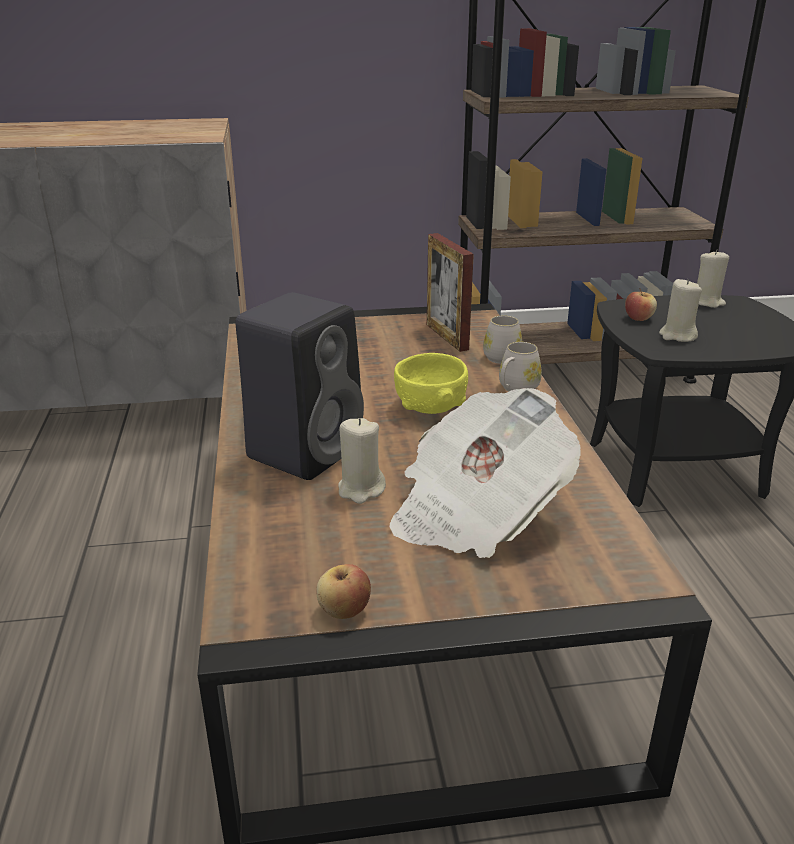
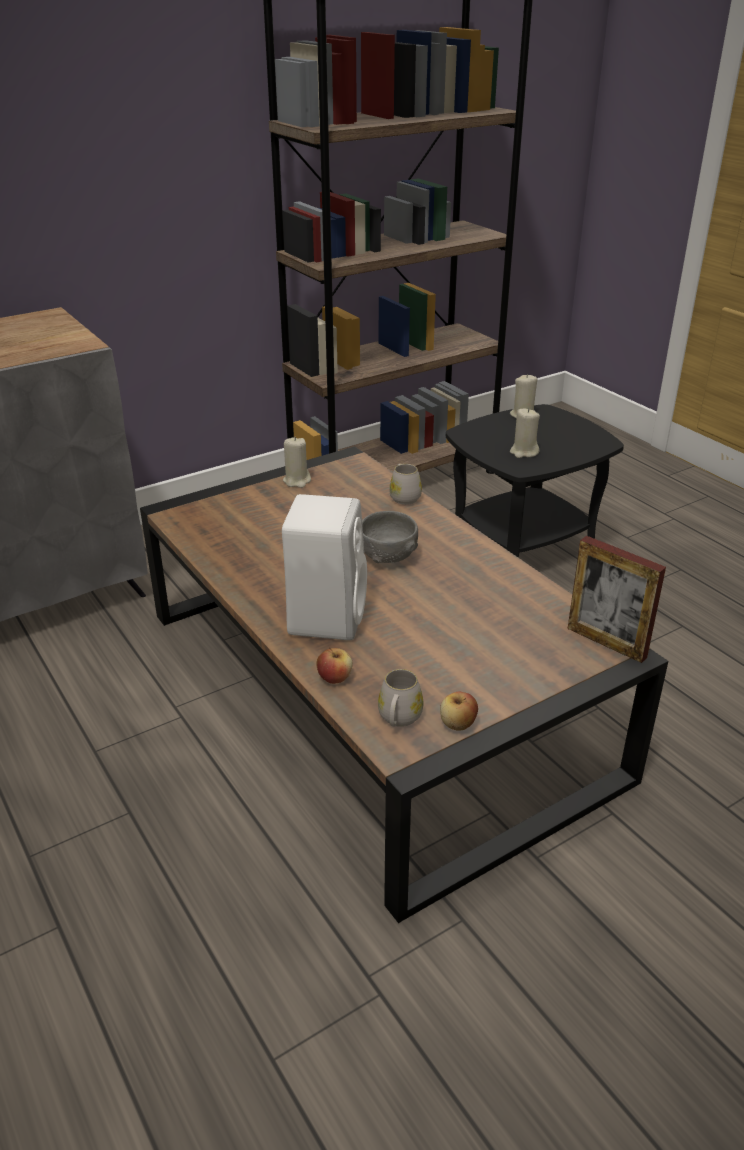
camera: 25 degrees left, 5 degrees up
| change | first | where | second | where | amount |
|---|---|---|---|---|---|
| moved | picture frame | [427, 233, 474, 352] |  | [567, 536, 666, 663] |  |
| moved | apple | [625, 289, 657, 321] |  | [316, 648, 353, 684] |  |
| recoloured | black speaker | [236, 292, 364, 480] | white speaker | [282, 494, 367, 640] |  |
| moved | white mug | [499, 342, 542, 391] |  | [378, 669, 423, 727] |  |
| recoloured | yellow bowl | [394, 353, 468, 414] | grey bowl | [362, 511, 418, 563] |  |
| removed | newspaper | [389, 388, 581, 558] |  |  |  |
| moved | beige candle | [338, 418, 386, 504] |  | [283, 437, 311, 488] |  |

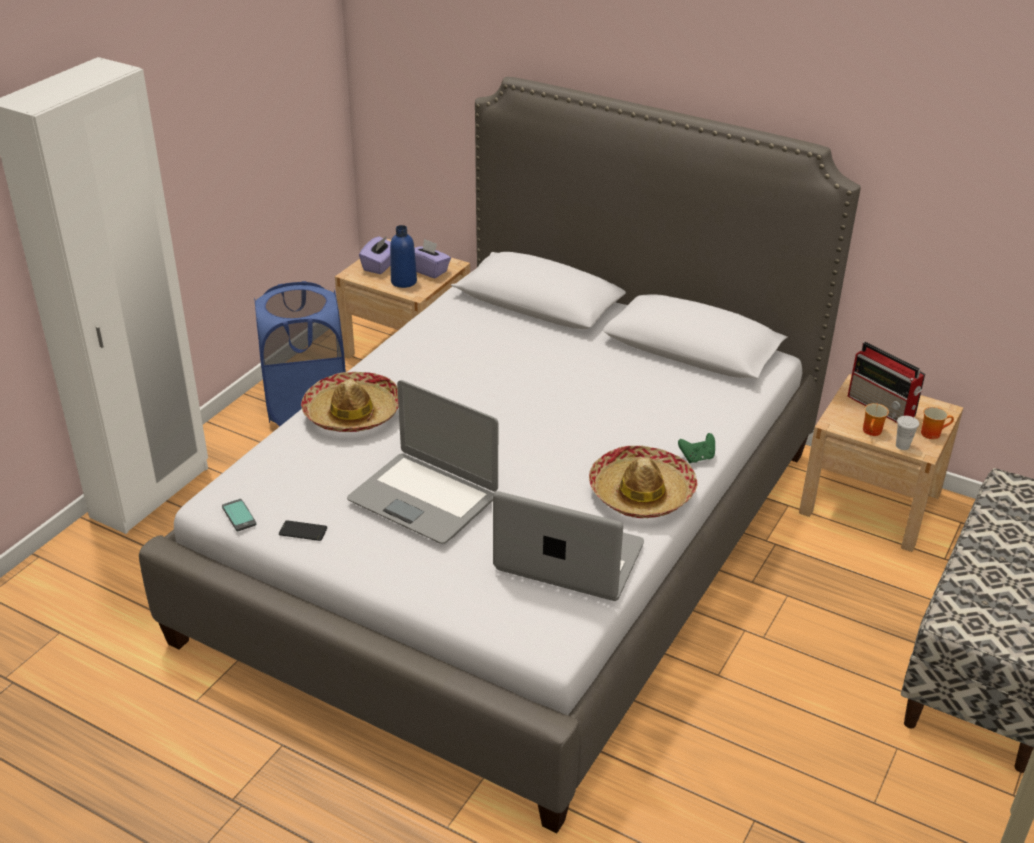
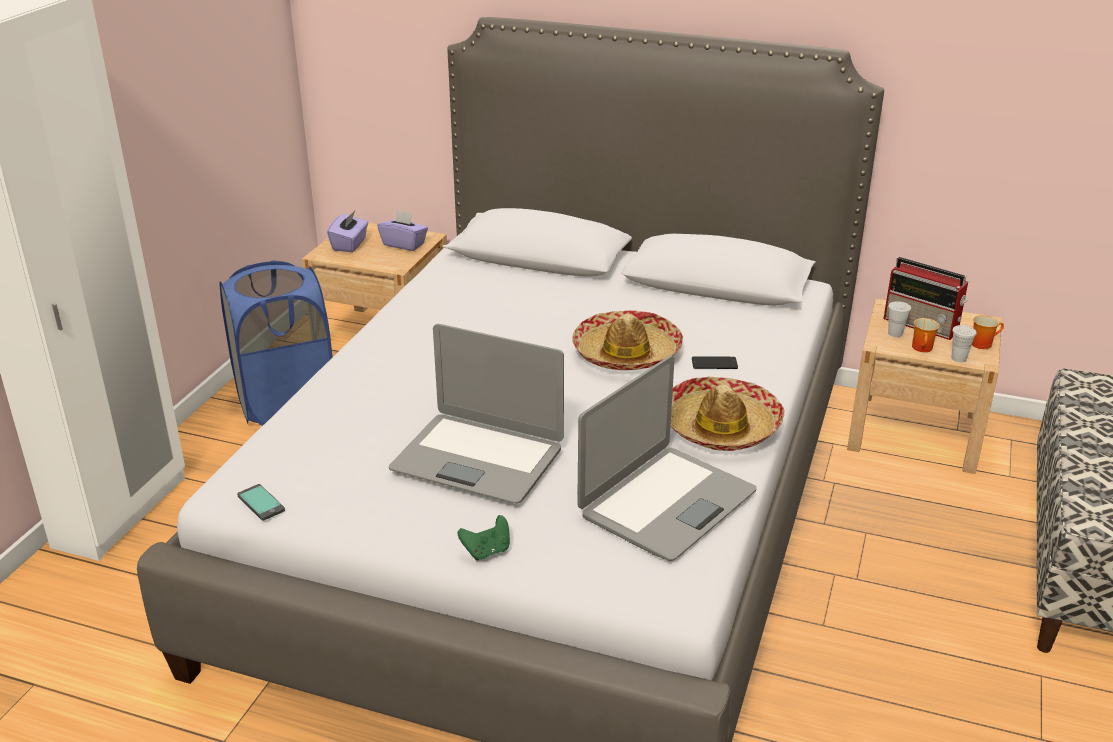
camera: 10 degrees left, 5 degrees down
| change | first | where | second | where | amount |
|---|---|---|---|---|---|
| removed | blue bottle | [390, 225, 417, 288] |  |  |  |
| moved | hat | [301, 372, 399, 432] |  | [572, 311, 683, 370] |  |
| moved | green game controller | [678, 433, 715, 463] |  | [457, 515, 510, 561] |  |
| turned | laptop | [493, 491, 644, 601] |  | [577, 356, 757, 561] | 120 degrees clockwise |
| moved | phone | [279, 520, 327, 541] |  | [692, 357, 738, 369] |  |
| added |  |  | white cup | [888, 301, 911, 337] |  |

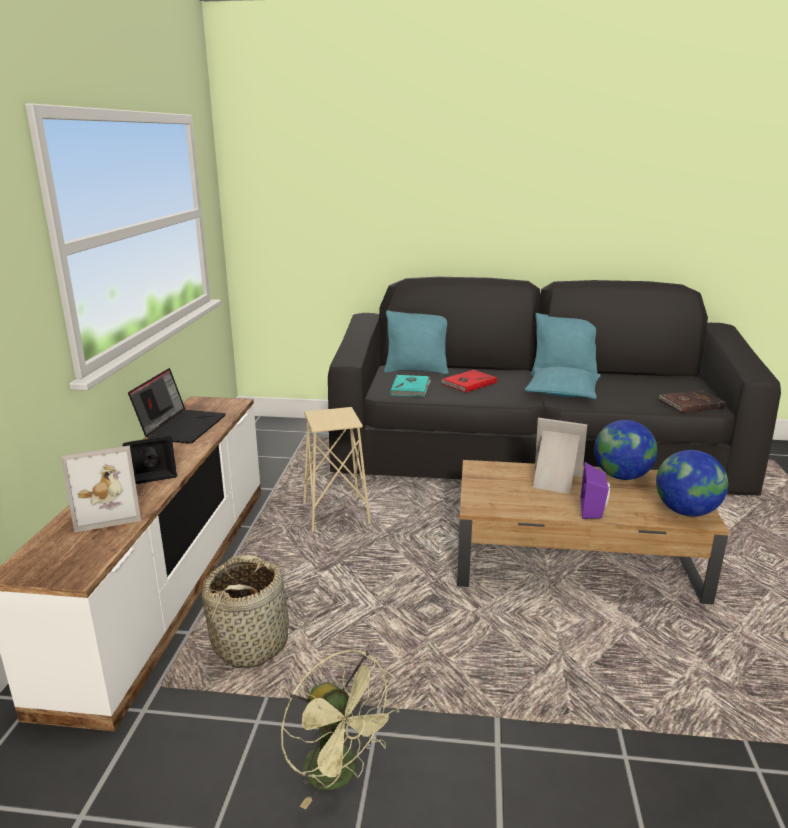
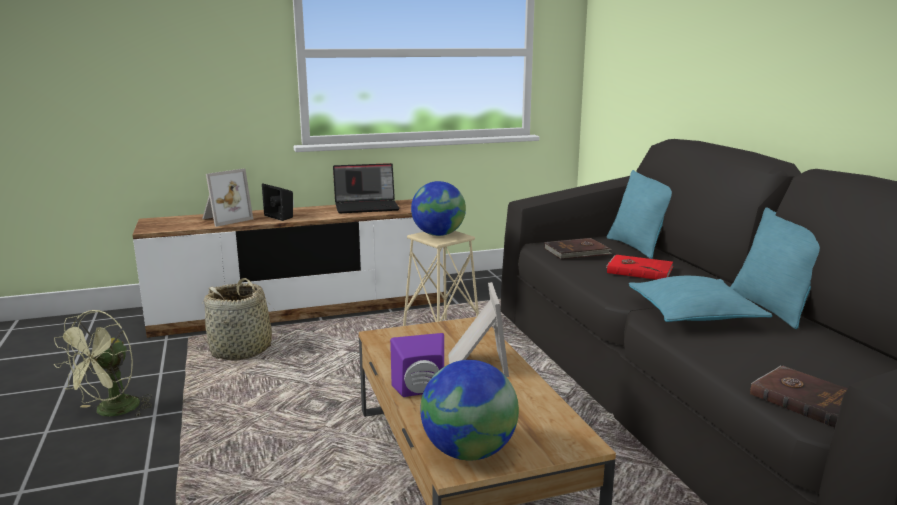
camera: 65 degrees right, 5 degrees down
| change | first | where | second | where | amount |
|---|---|---|---|---|---|
| recoloured | turquoise book | [390, 375, 431, 397] | brown book | [544, 238, 612, 259] |  |
| moved | globe | [594, 420, 657, 480] |  | [411, 181, 466, 236] |  |
| turned | picture frame | [61, 446, 141, 533] |  | [202, 168, 253, 227] | 90 degrees counterclockwise |

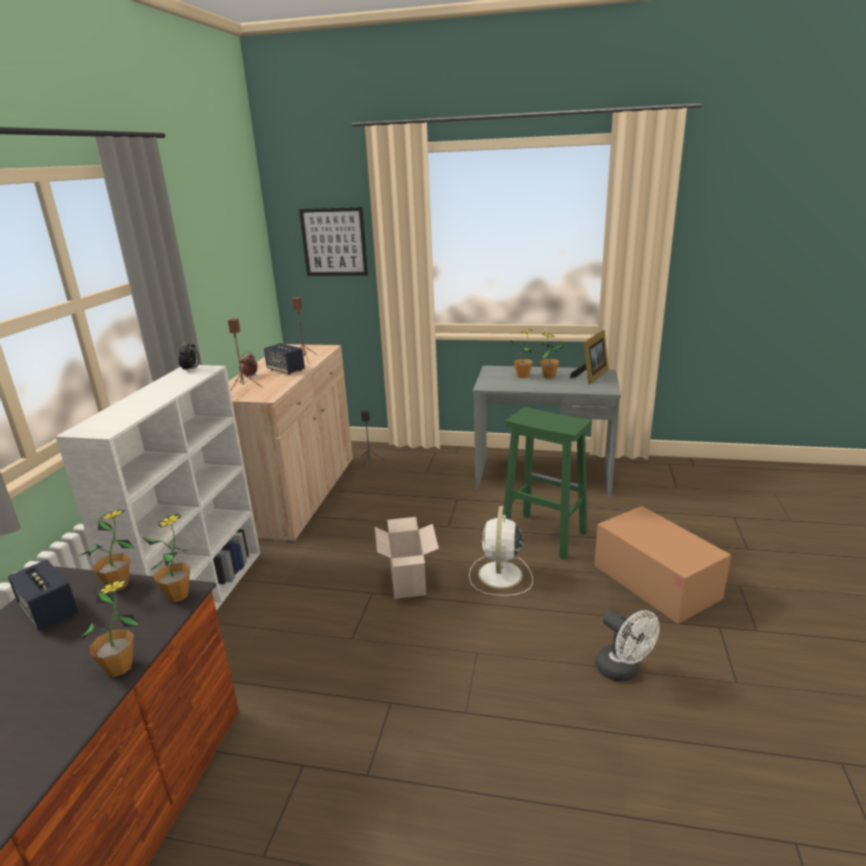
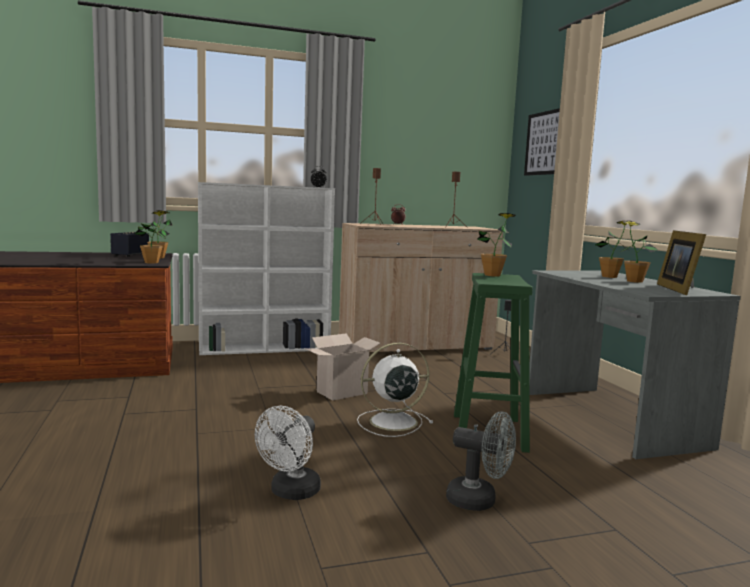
camera: 60 degrees right, 15 degrees down
| change | first | where | second | where | amount |
|---|---|---|---|---|---|
| turned | picture frame | [570, 330, 609, 384] |  | [657, 230, 706, 295] | 90 degrees clockwise |
| removed | speaker | [264, 343, 305, 375] |  |  |  |
| replaced | cardboard box | [594, 506, 731, 624] | grey fan | [446, 412, 516, 511] |  |
| moved | potted plant | [74, 580, 139, 677] |  | [477, 213, 515, 277] |  |

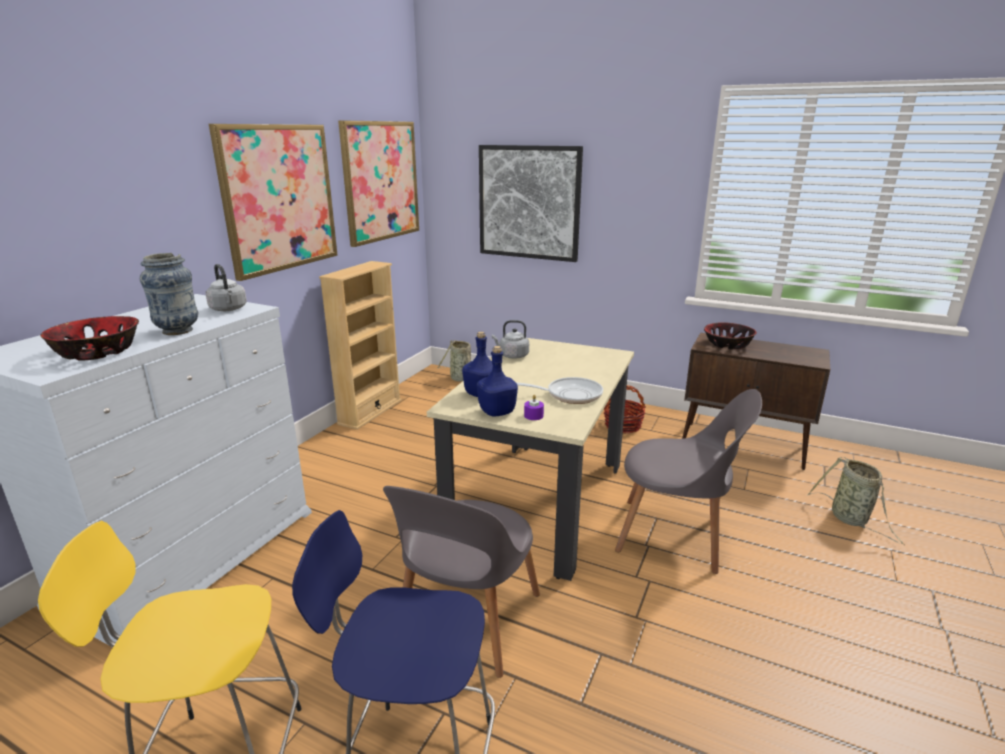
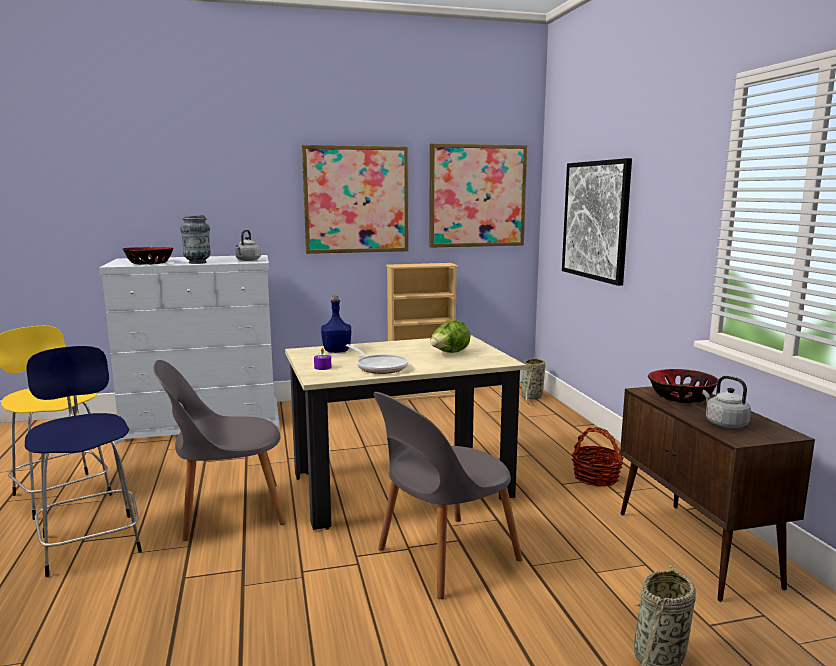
camera: 50 degrees right, 10 degrees down
| change | first | where | second | where | amount |
|---|---|---|---|---|---|
| moved | grey kettle | [492, 320, 529, 359] |  | [702, 376, 751, 428] |  |
| removed | blue bottle | [477, 346, 518, 416] |  |  |  |
| turned | grey chair | [615, 389, 762, 574] |  | [373, 392, 523, 599] | 75 degrees clockwise |
| added |  |  | lettuce | [430, 320, 470, 353] |  |

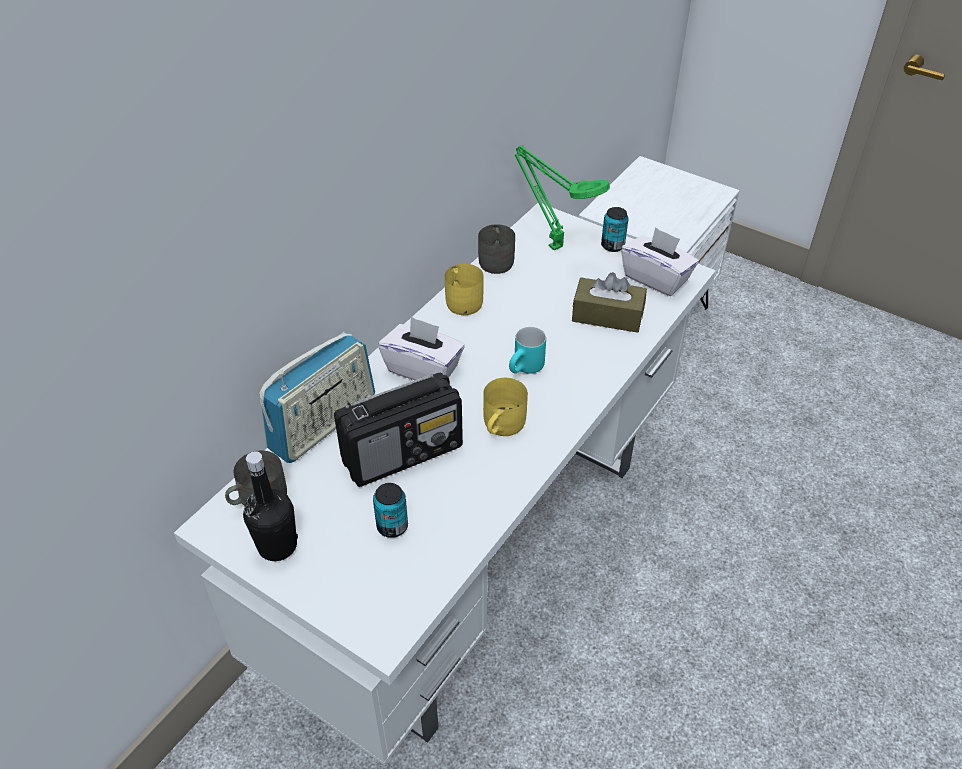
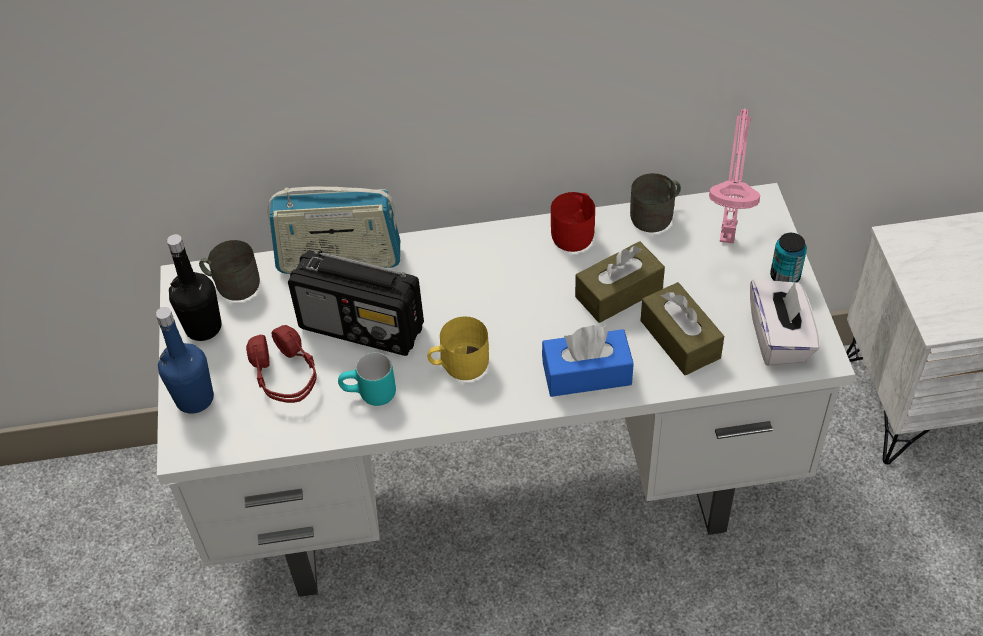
camera: 50 degrees right, 5 degrees up
| change | first | where | second | where | amount |
|---|---|---|---|---|---|
| recoloured | green table lamp | [515, 145, 610, 250] | pink table lamp | [709, 109, 760, 244] |  |
| recoloured | yellow mug | [445, 264, 484, 315] | red mug | [551, 192, 595, 252] |  |
| removed | white tissue box | [378, 316, 465, 380] |  |  |  |
| moved | turquoise mug | [509, 327, 546, 374] |  | [338, 352, 396, 406] |  |
| replaced | can | [373, 483, 408, 538] | red headphones | [246, 325, 317, 403] |  |
| added |  |  | brown tissue box | [575, 241, 665, 323] |  |
| added |  |  | blue bottle | [156, 307, 214, 413] |  |
| added |  |  | blue tissue box | [542, 325, 634, 397] |  |

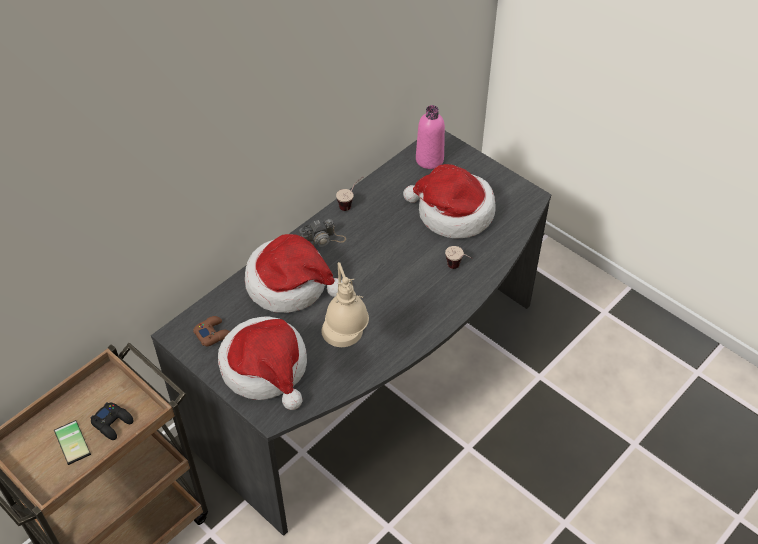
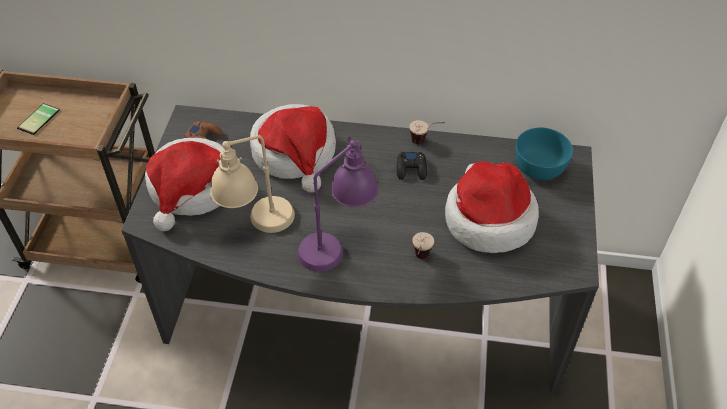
camera: 55 degrees right, 0 degrees up
| change | first | where | second | where | amount |
|---|---|---|---|---|---|
| replaced | pink bottle | [416, 105, 445, 169] | turquoise bowl | [515, 127, 573, 180] |  |
| removed | photo camera | [299, 219, 346, 247] |  |  |  |
| moved | black game controller | [91, 402, 133, 440] |  | [397, 152, 427, 180] |  |
| added |  |  | purple table lamp | [297, 136, 378, 272] |  |

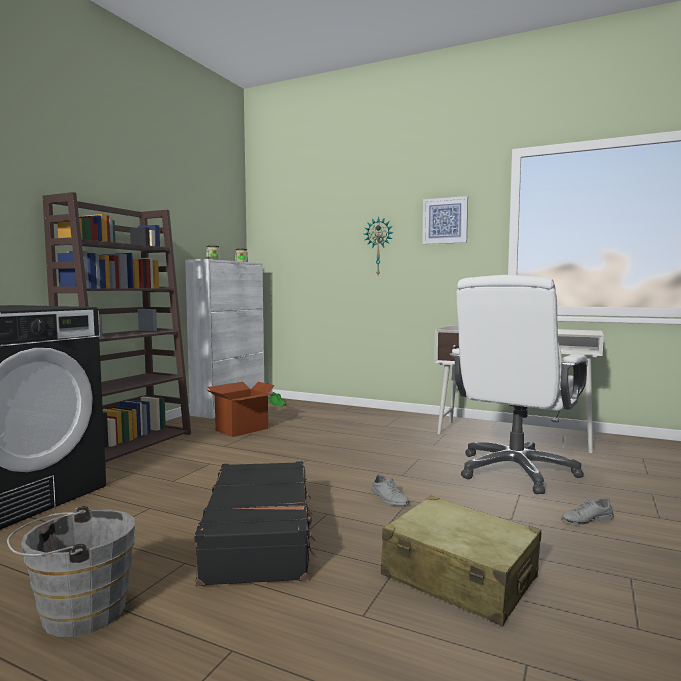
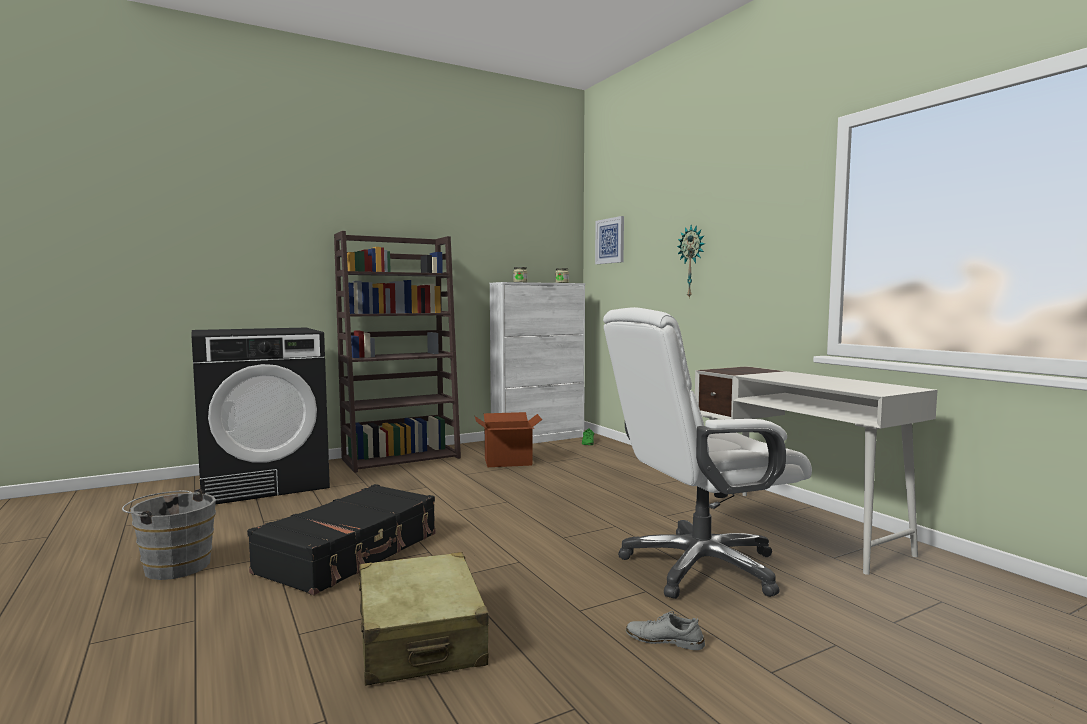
camera: 35 degrees right, 0 degrees up
| change | first | where | second | where | amount |
|---|---|---|---|---|---|
| moved | picture | [422, 196, 468, 244] |  | [595, 216, 624, 264] |  |
| removed | grey shoe | [372, 473, 409, 506] |  |  |  |

